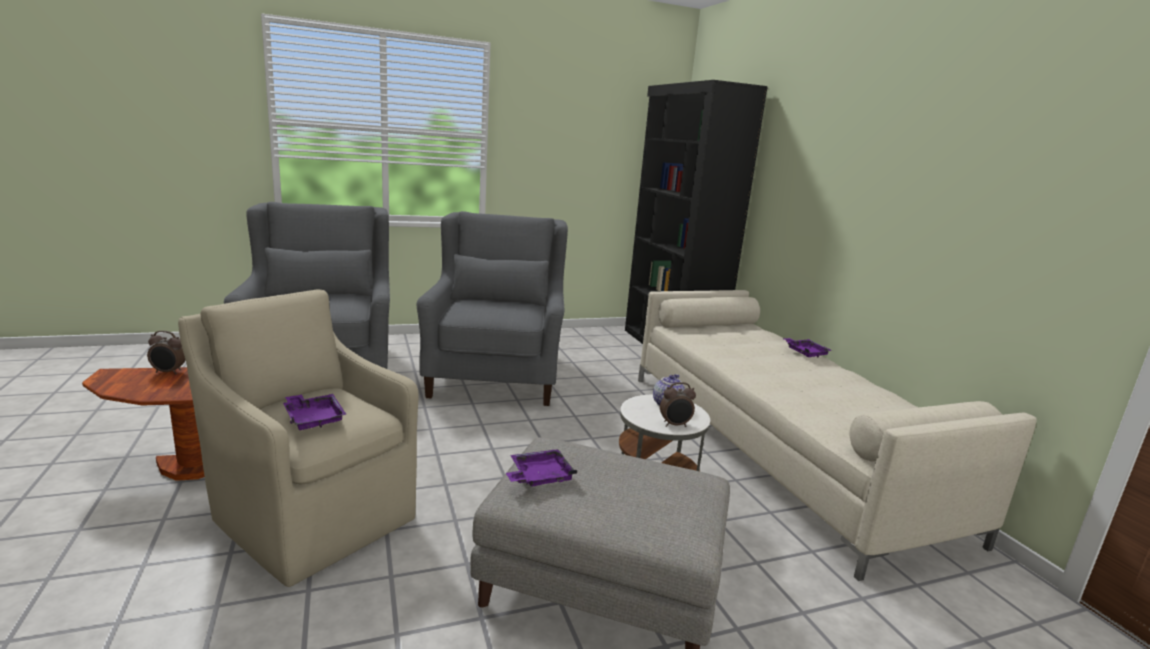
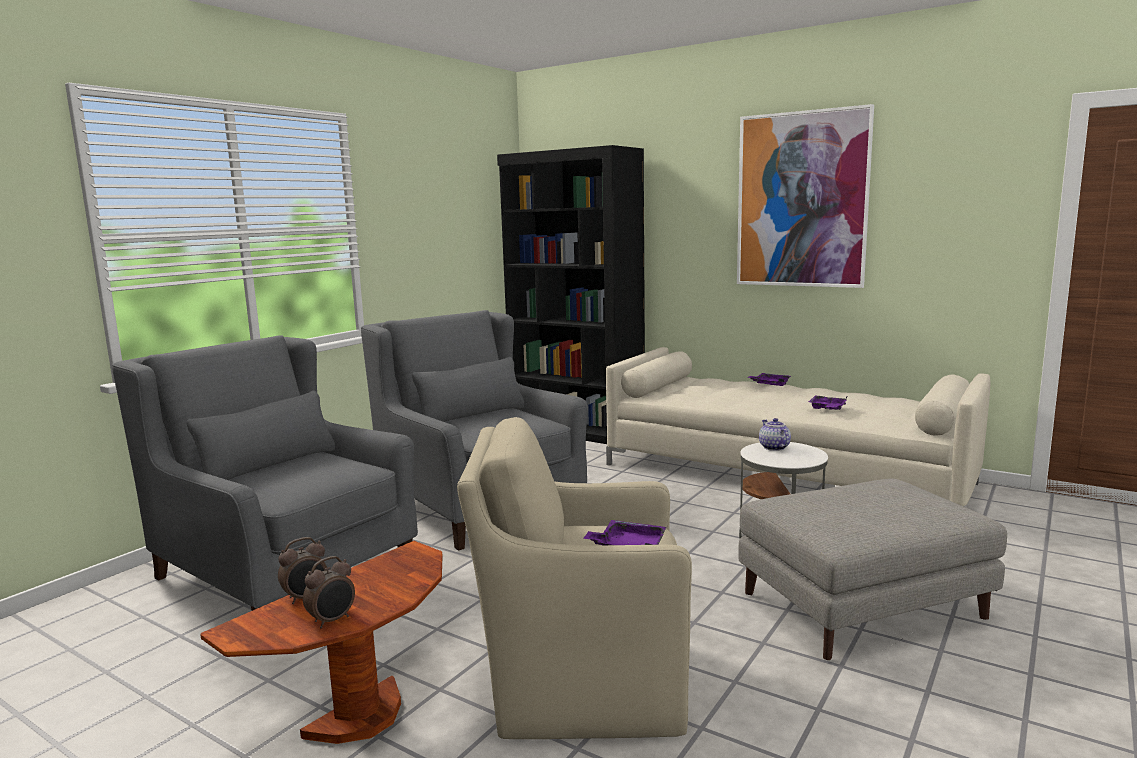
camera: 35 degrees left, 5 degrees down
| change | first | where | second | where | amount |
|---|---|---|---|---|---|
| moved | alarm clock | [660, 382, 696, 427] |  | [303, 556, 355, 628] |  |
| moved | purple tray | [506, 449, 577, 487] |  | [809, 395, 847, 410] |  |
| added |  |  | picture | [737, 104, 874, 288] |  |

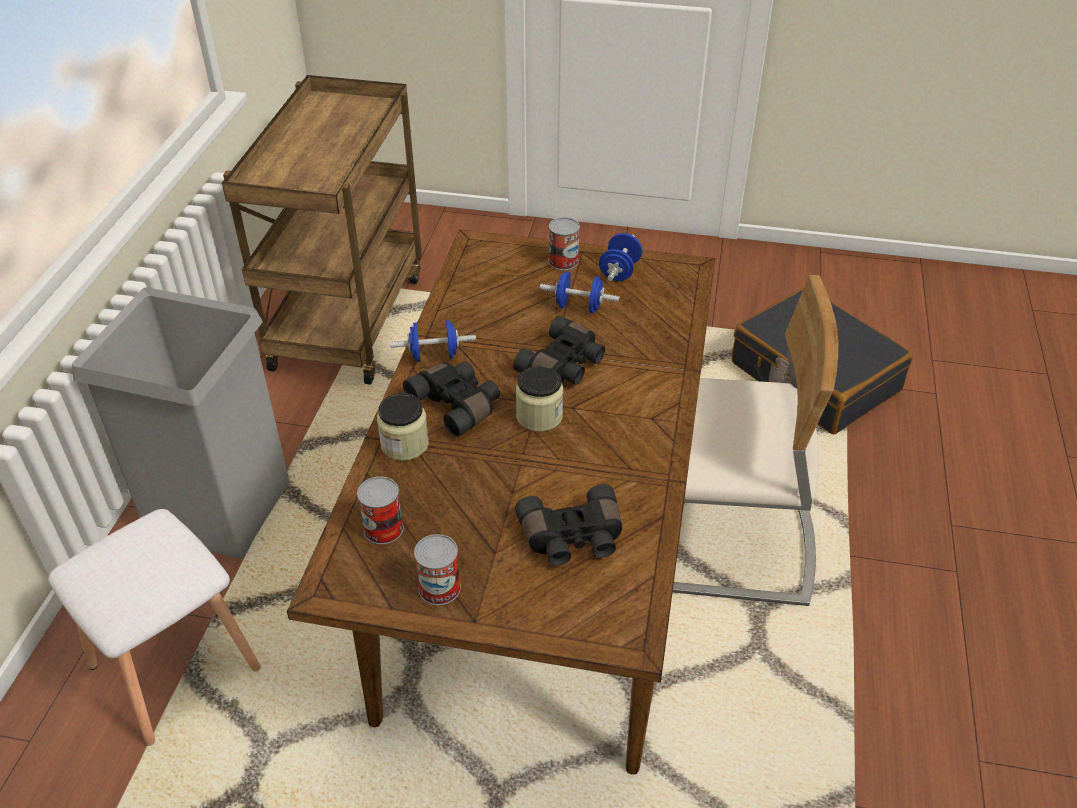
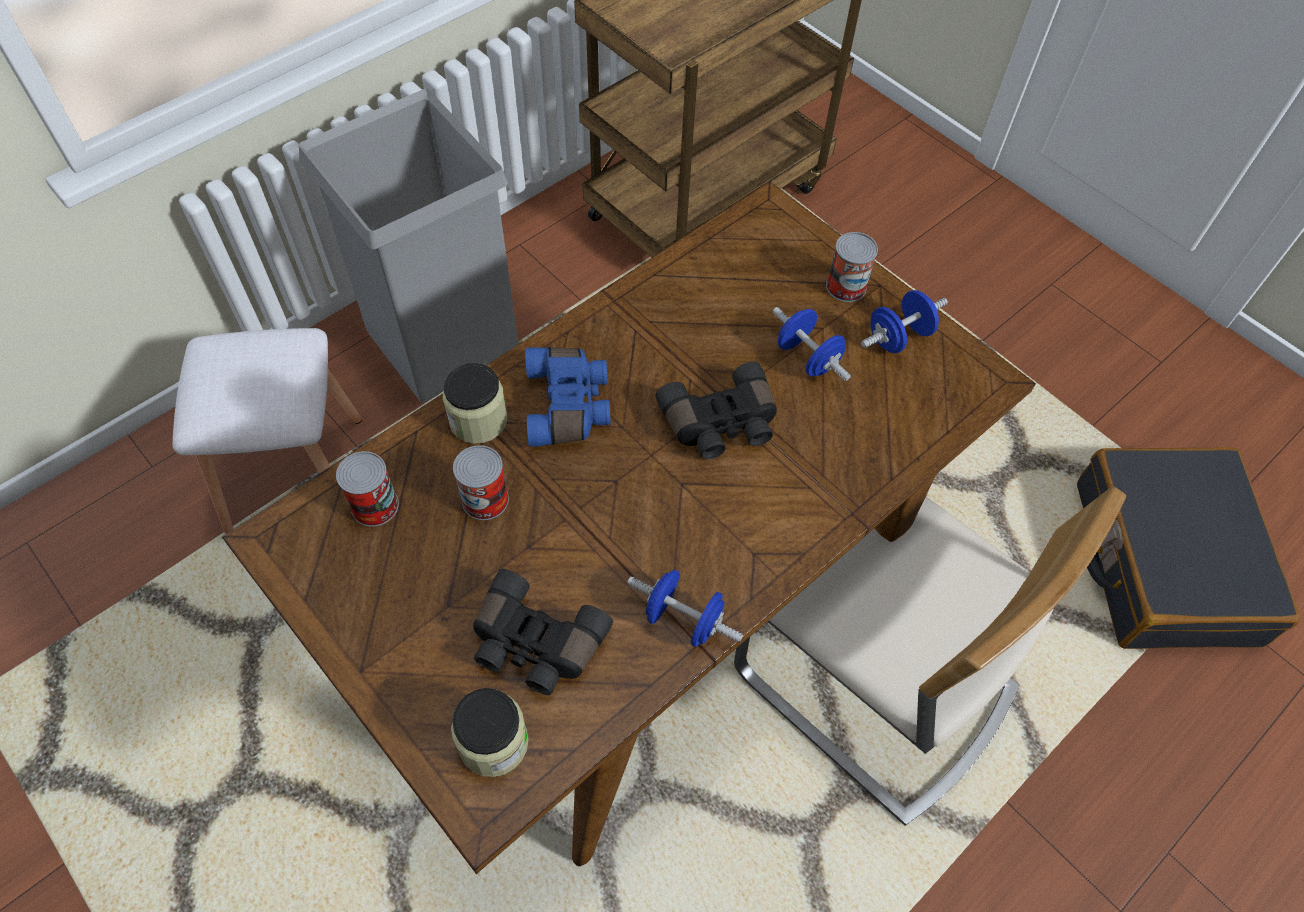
camera: 35 degrees right, 15 degrees up
| change | first | where | second | where | amount |
|---|---|---|---|---|---|
| moved | blue dumbbell | [390, 320, 476, 362] |  | [627, 570, 743, 647] |  |
| recoloured | black binoculars | [403, 361, 500, 437] | blue binoculars | [525, 347, 611, 447] |  |
| moved | jar | [516, 366, 563, 432] |  | [451, 688, 529, 777] |  |
| moved | can | [414, 534, 461, 605] |  | [453, 445, 509, 520] |  |

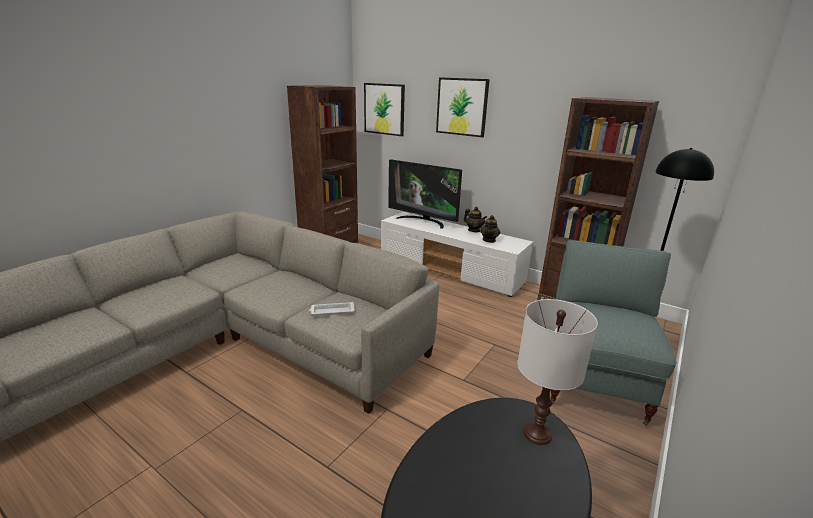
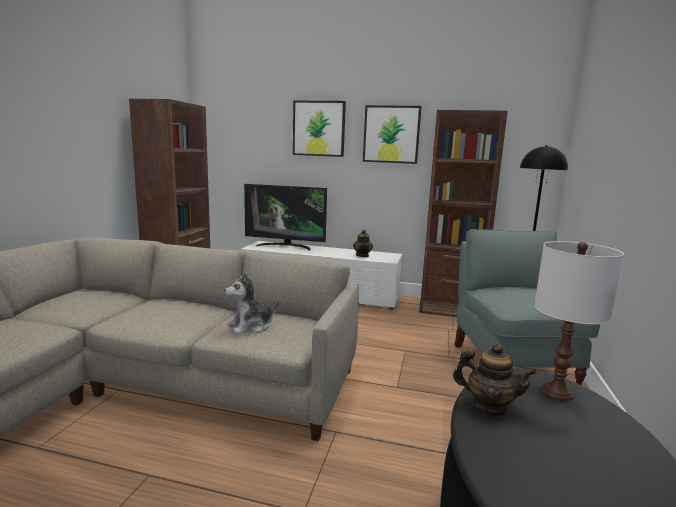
camera: 20 degrees left, 10 degrees down
| change | first | where | second | where | amount |
|---|---|---|---|---|---|
| moved | picture | [364, 83, 405, 136] |  | [363, 105, 422, 164] |  |
| moved | teapot | [464, 207, 487, 232] |  | [453, 343, 537, 416] |  |
| replaced | white tray | [309, 302, 355, 316] | plush toy | [224, 273, 279, 334] |  |

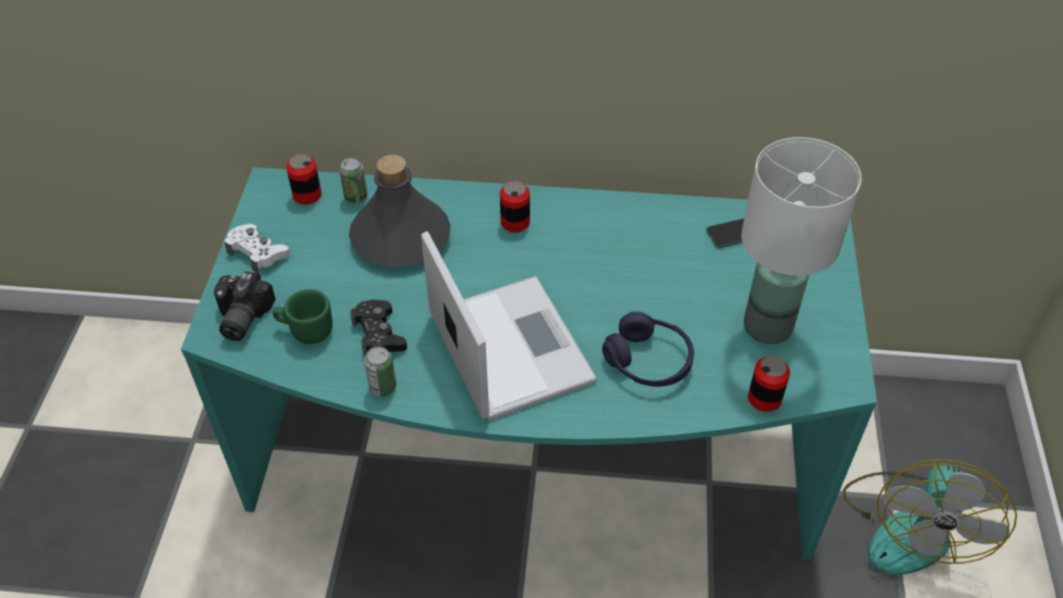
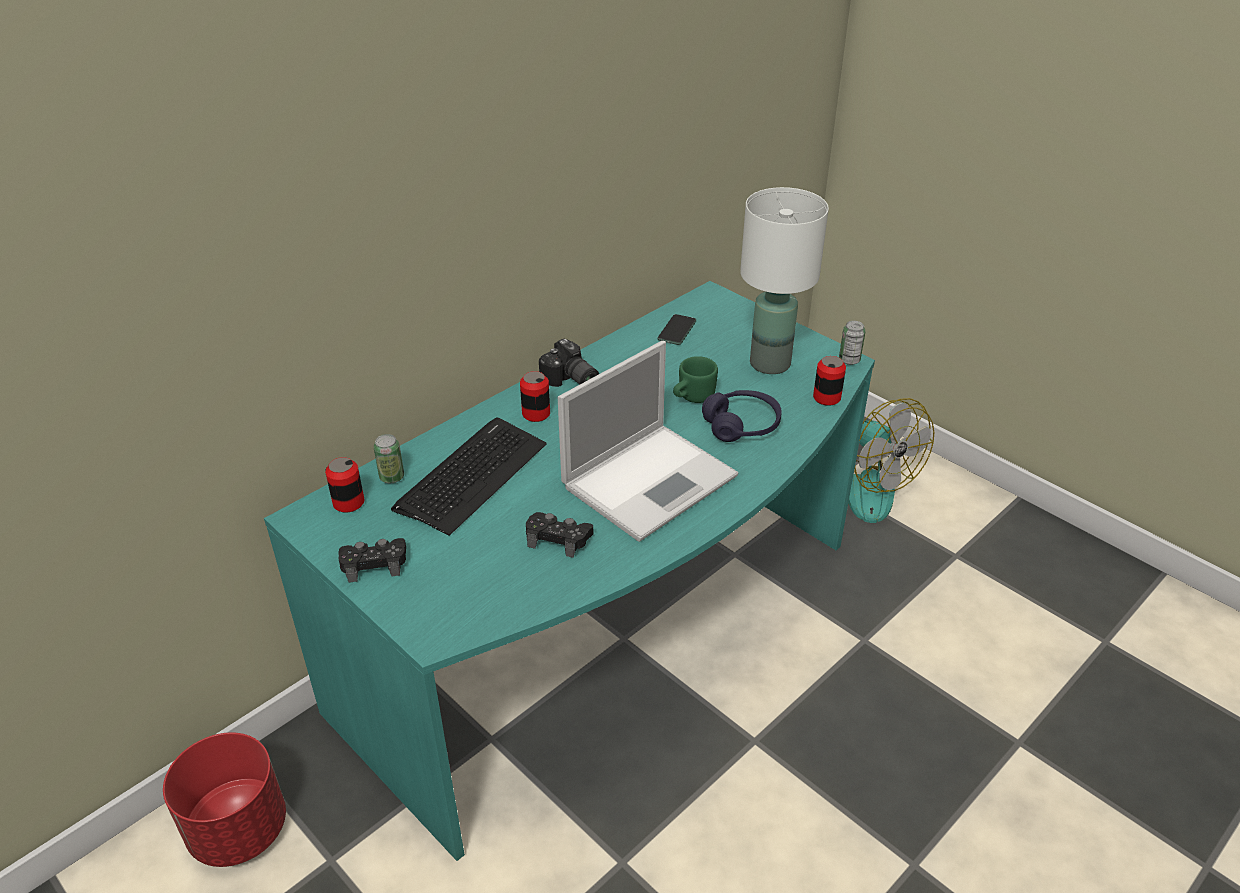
camera: 50 degrees left, 10 degrees down
| change | first | where | second | where | amount |
|---|---|---|---|---|---|
| replaced | grey bottle | [349, 155, 450, 267] | keyboard | [391, 418, 547, 536] |  |
| recoloured | white game controller | [224, 224, 290, 273] | black game controller | [338, 538, 406, 583] |  |
| turned | laptop | [421, 231, 597, 420] |  | [558, 341, 738, 542] | 120 degrees clockwise |
| moved | photo camera | [214, 271, 276, 341] |  | [539, 338, 599, 387] |  |
| moved | green mug | [272, 289, 333, 344] |  | [673, 356, 718, 403] |  |
| moved | can | [364, 346, 396, 396] |  | [839, 321, 866, 365] |  |
| added |  |  | red planter | [163, 733, 286, 867] |  |

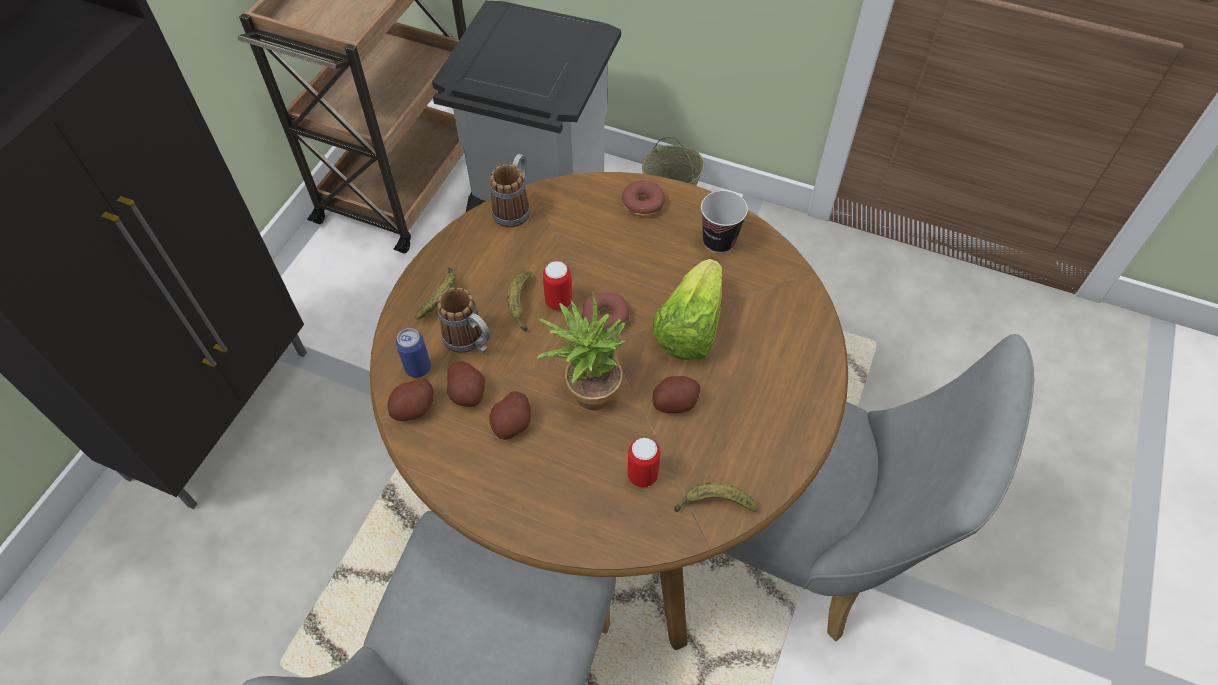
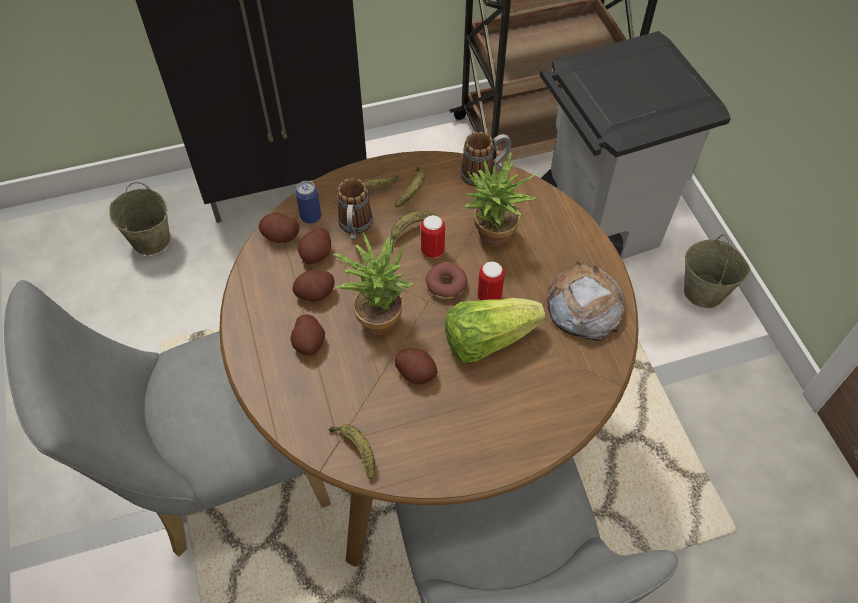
camera: 50 degrees right, 0 degrees up
| change | first | where | second | where | amount |
|---|---|---|---|---|---|
| removed | donut | [622, 180, 665, 216] |  |  |  |
| replaced | cup | [701, 191, 748, 253] | bread | [547, 262, 626, 341] |  |
| moved | can | [627, 438, 660, 487] |  | [478, 261, 505, 300] |  |
| added |  |  | potted plant | [465, 153, 537, 247] |  |
| added |  |  | banana | [395, 167, 425, 207] |  |
| added |  |  | beige bucket | [109, 182, 170, 255] |  |
| added |  |  | potato | [290, 314, 325, 356] |  |

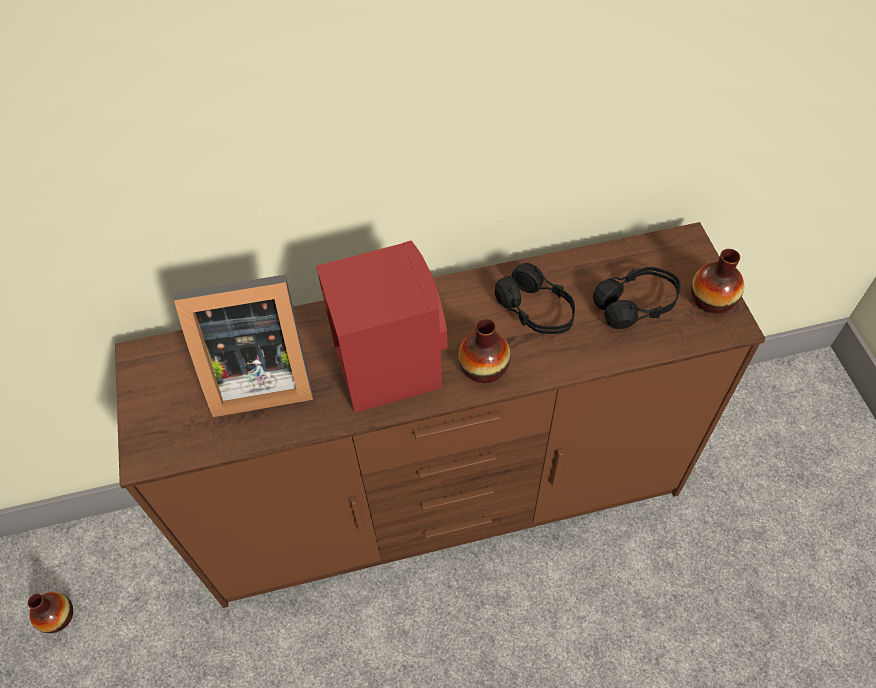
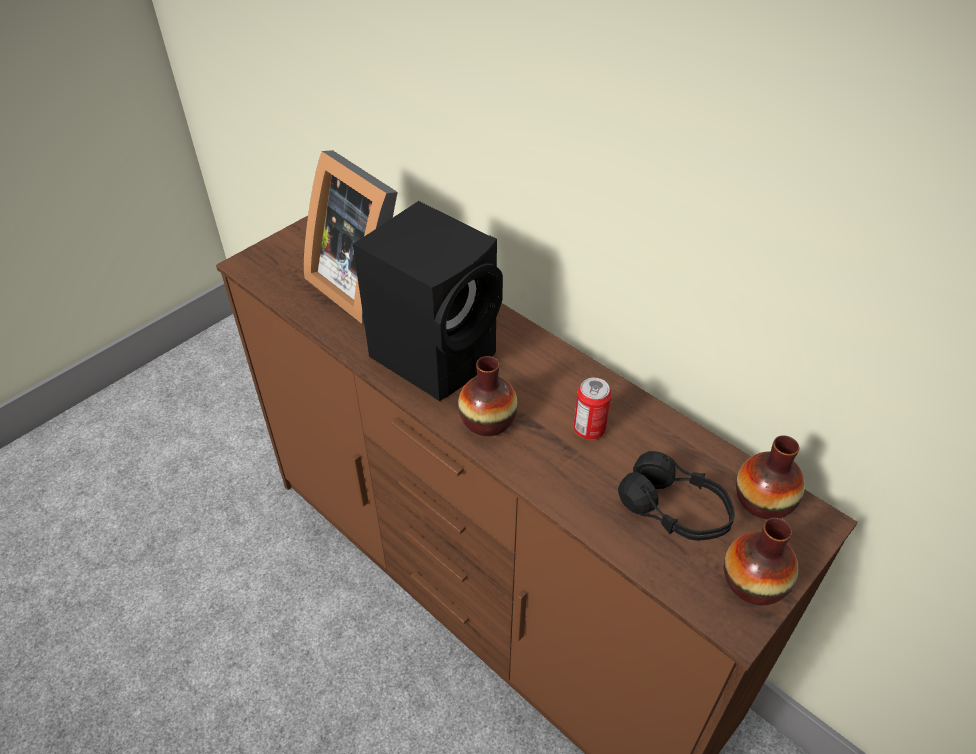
camera: 55 degrees right, 10 degrees down
| change | first | where | second | where | amount |
|---|---|---|---|---|---|
| recoloured | red speaker | [316, 241, 447, 413] | black speaker | [353, 201, 503, 401] |  |
| replaced | black headphones | [495, 263, 575, 334] | can | [574, 378, 612, 440] |  |
| moved | vase | [28, 592, 73, 633] |  | [736, 435, 805, 519] |  |

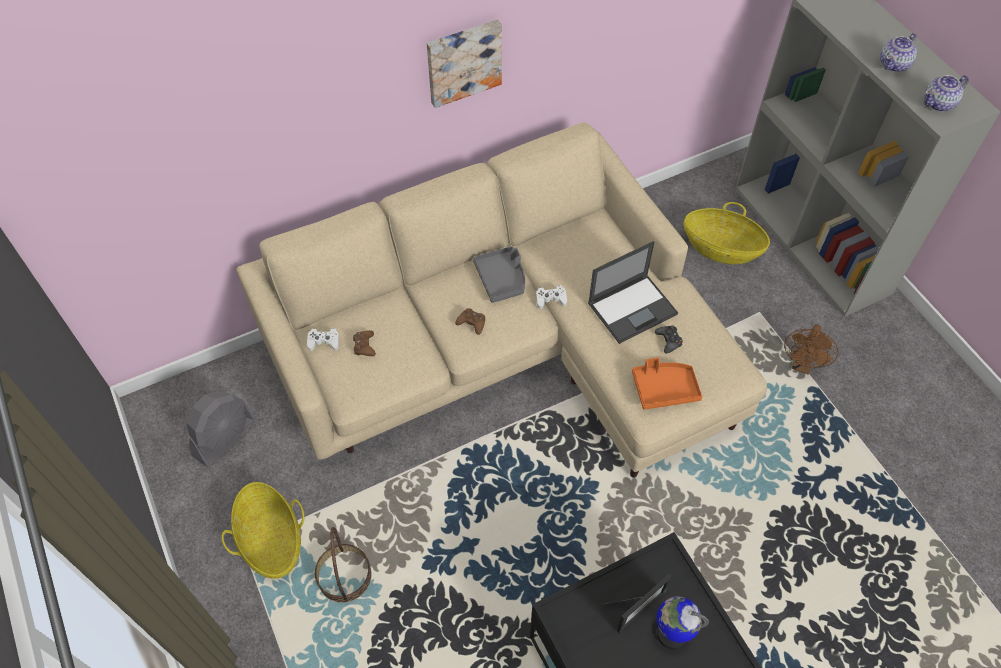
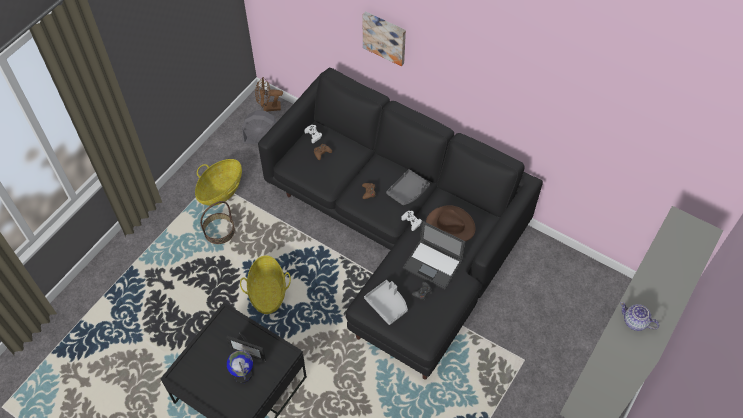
camera: 60 degrees right, 0 degrees up
| change | first | where | second | where | amount |
|---|---|---|---|---|---|
| moved | picture | [427, 19, 502, 108] |  | [362, 11, 406, 66] |  |
| removed | teapot | [880, 33, 917, 72] |  |  |  |
| recoloured | beige sofa | [236, 122, 767, 478] | black sofa | [258, 68, 543, 380] |  |
| moved | basket | [684, 202, 770, 264] |  | [240, 255, 291, 314] |  |
| moved | brown fan | [784, 324, 838, 375] |  | [255, 77, 283, 111] |  |
| recoloured | orange tray | [632, 357, 703, 410] | grey tray | [364, 280, 408, 325] |  |
| added |  |  | brown hat | [426, 205, 476, 241] |  |

